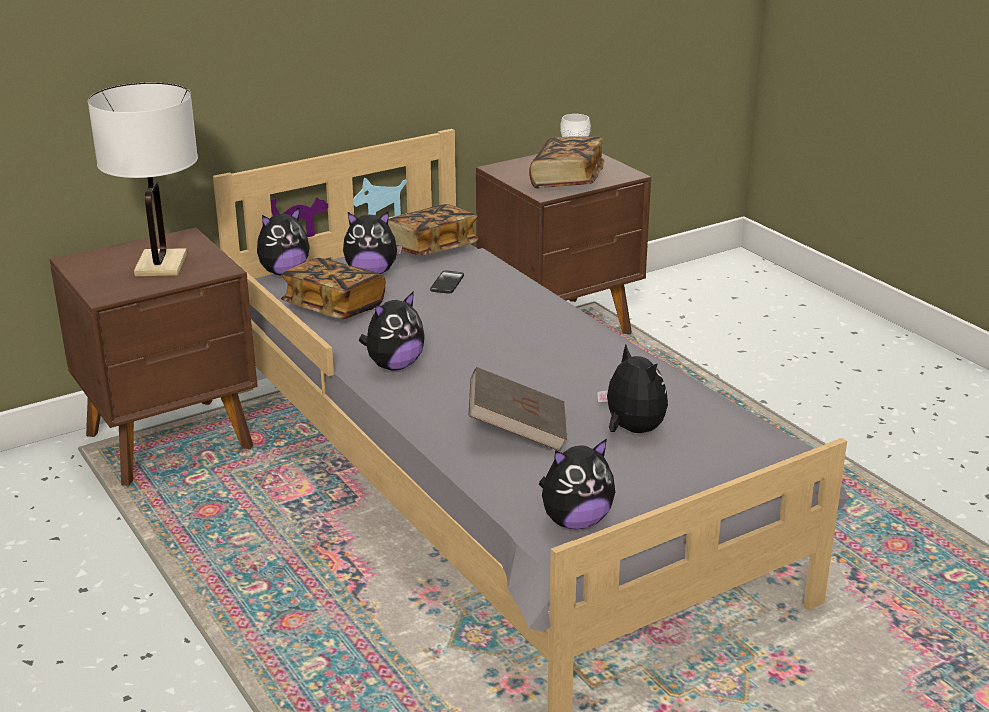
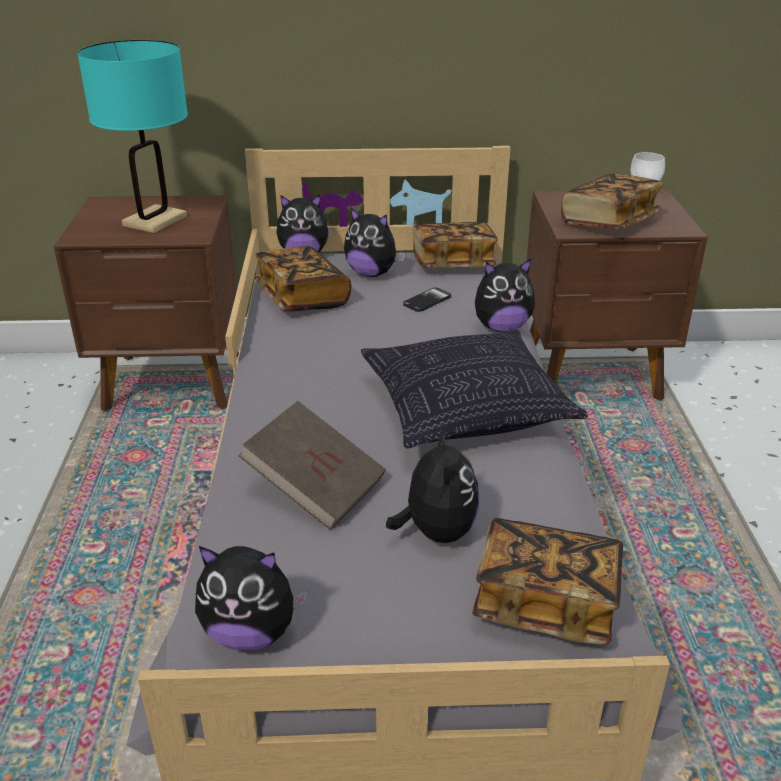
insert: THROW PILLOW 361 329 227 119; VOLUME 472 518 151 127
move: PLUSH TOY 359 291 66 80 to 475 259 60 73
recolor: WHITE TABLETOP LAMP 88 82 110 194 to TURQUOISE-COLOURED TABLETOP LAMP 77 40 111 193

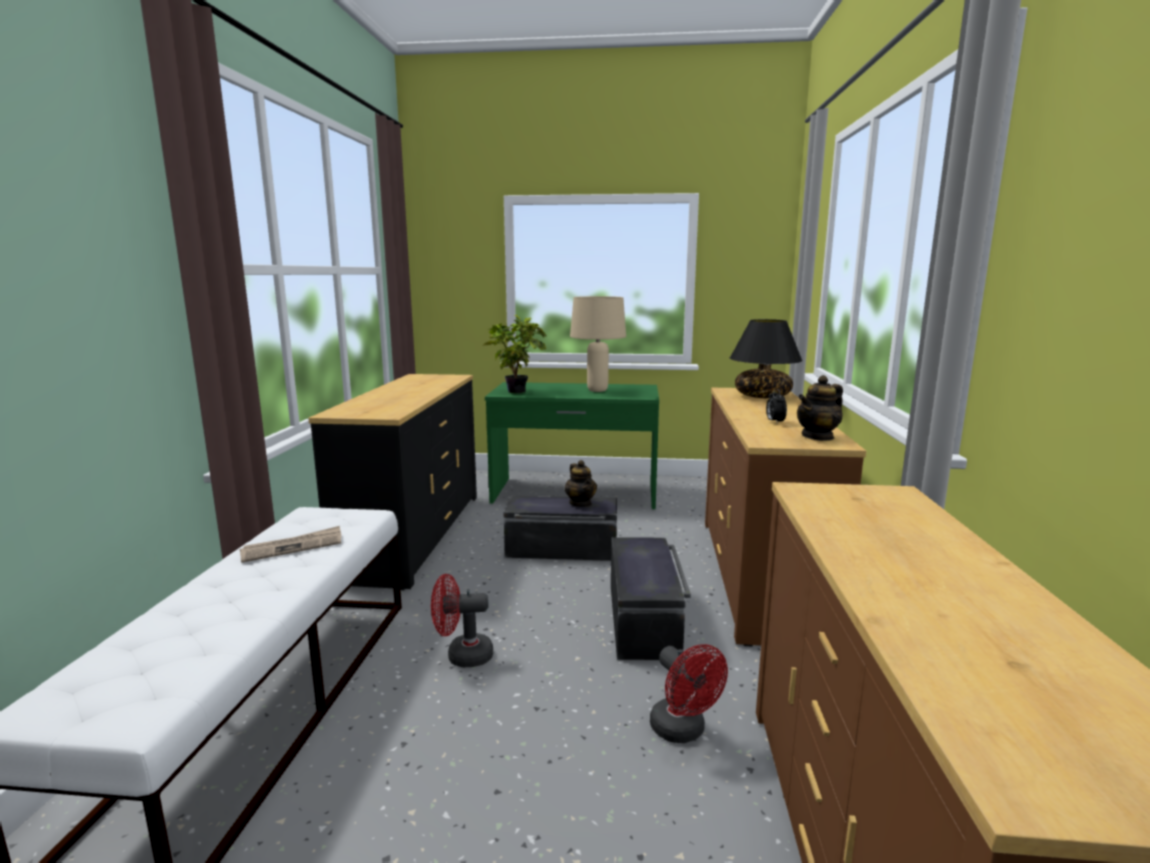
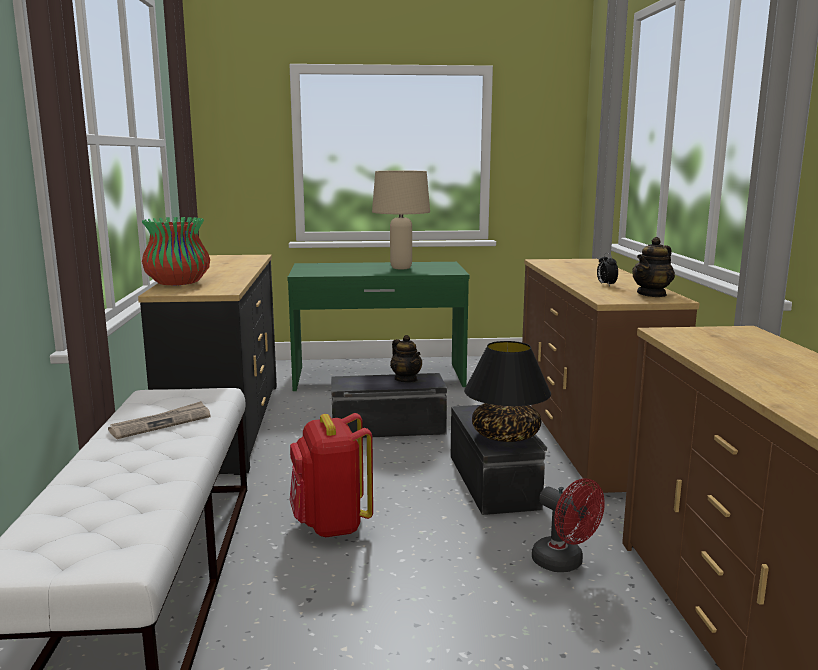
delete: POTTED PLANT 482 315 65 78
insert: FLOWER VASE 142 217 68 69
move: BLACKISH TABLETOP LAMP 730 319 72 79 to 464 341 87 101
replace: RED-COLOURED ELECTRIC FAN 431 574 62 93 to RED-COLOURED BACKPACK 290 413 83 124

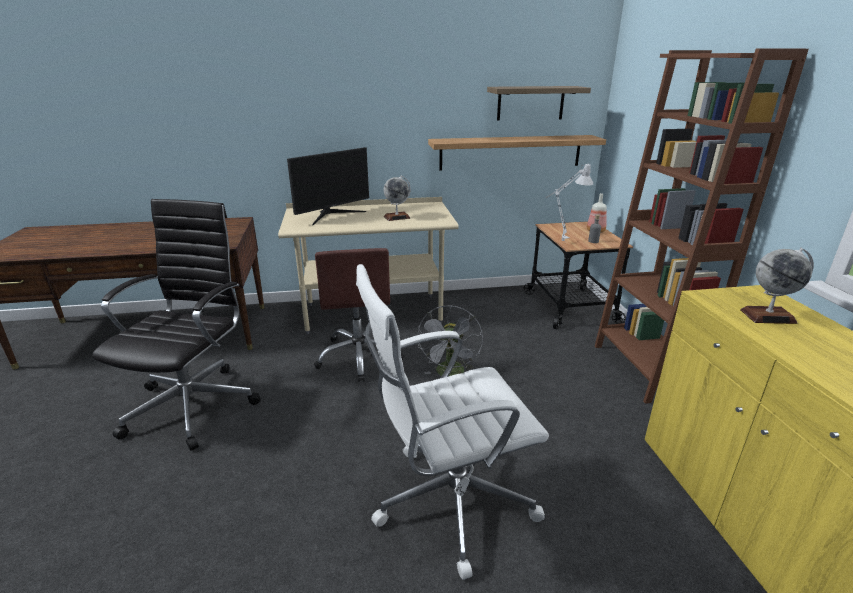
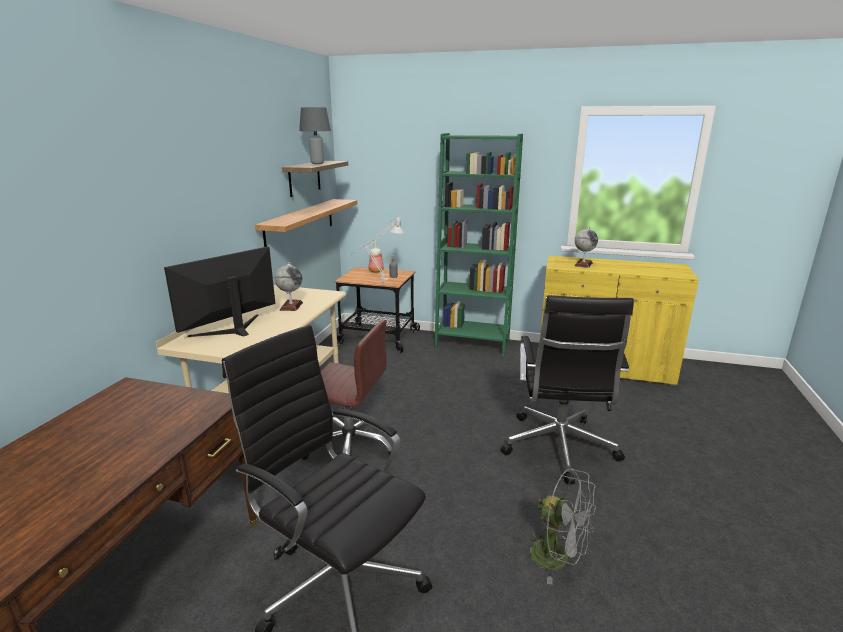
insert: GREYISH TABLETOP LAMP 299 107 32 57
move: GREYISH ELECTRIC FAN 417 305 66 72 to 524 468 73 117
recolor: BROWNISH BOOKCASE 594 48 214 356 to GREENISH BOOKCASE 434 133 89 224; WHITE COMPUTER CHAIR 356 264 193 316 to BLACKISH COMPUTER CHAIR 501 295 133 190
rotate: COMPUTER DISPLAY 287 147 82 78 = 164 247 111 90 120 degrees counterclockwise

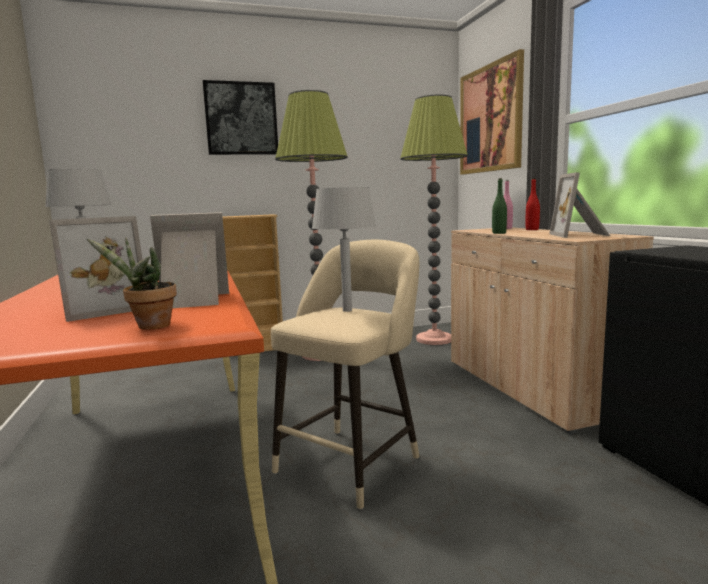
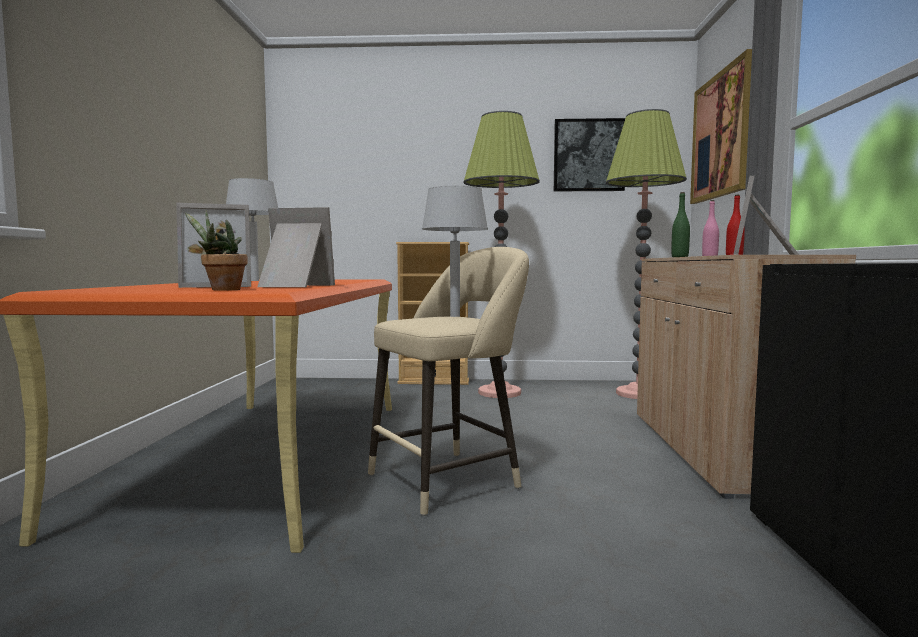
move: PICTURE 203 80 75 75 to 554 118 71 73

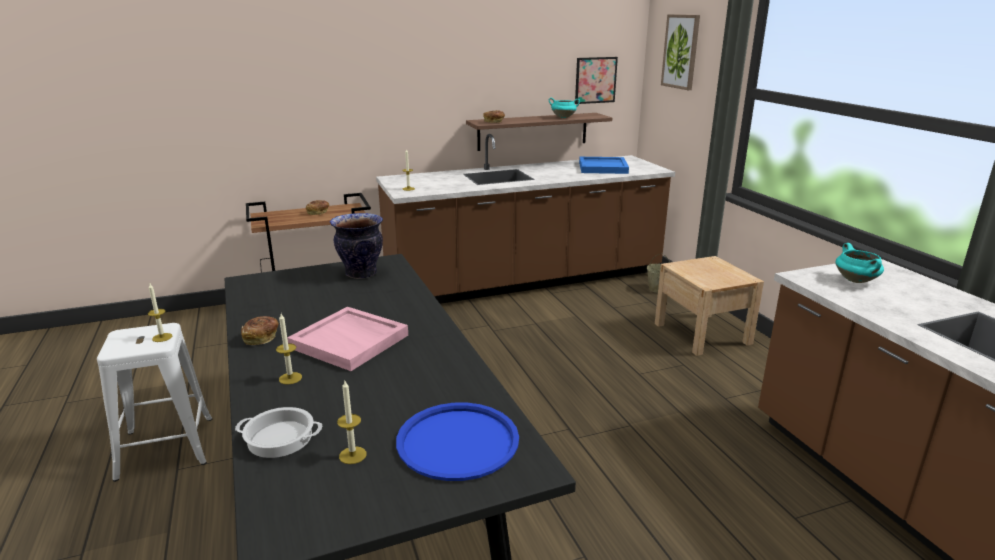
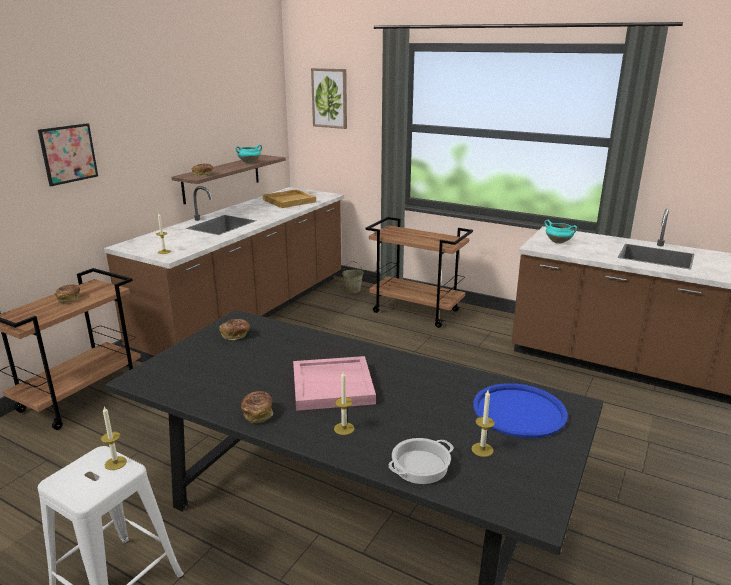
move: PICTURE 575 57 43 47 to 38 123 60 63
replace: FLOWER VASE 330 213 53 66 to BREAD 219 319 31 21; BEIGE-COLOURED NIGHTSTAND 655 256 109 100 to BROWNISH CART 365 217 108 111
recolor: BLUE-COLOURED CARRYING TRAY 579 157 50 17 to BEIGE-COLOURED CARRYING TRAY 263 189 53 19

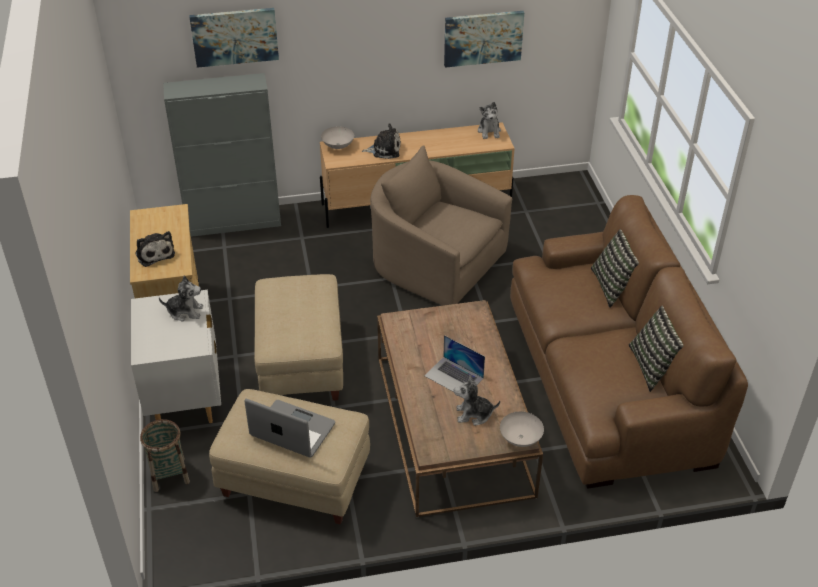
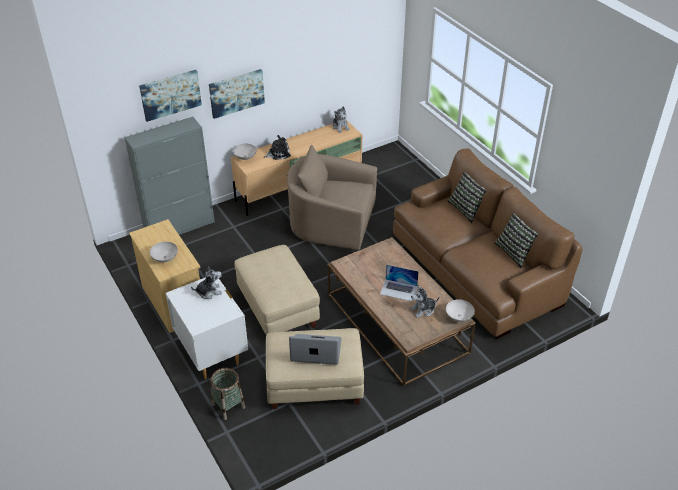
move: PICTURE 444 11 80 57 to 209 69 56 50
replace: PLUSH TOY 135 231 40 36 to WHITE SERVING BOWL 149 242 29 20

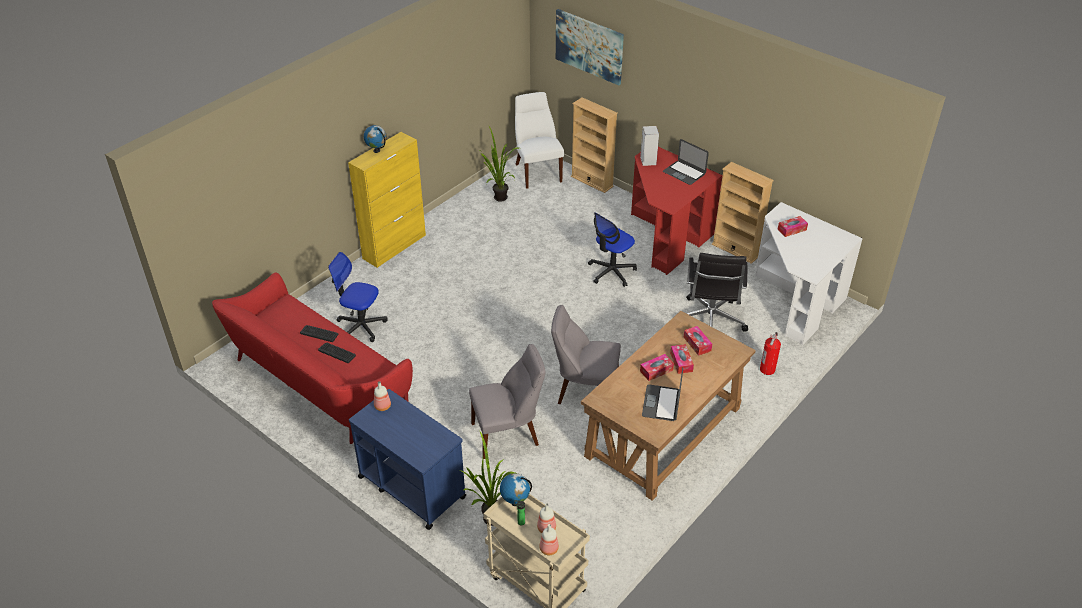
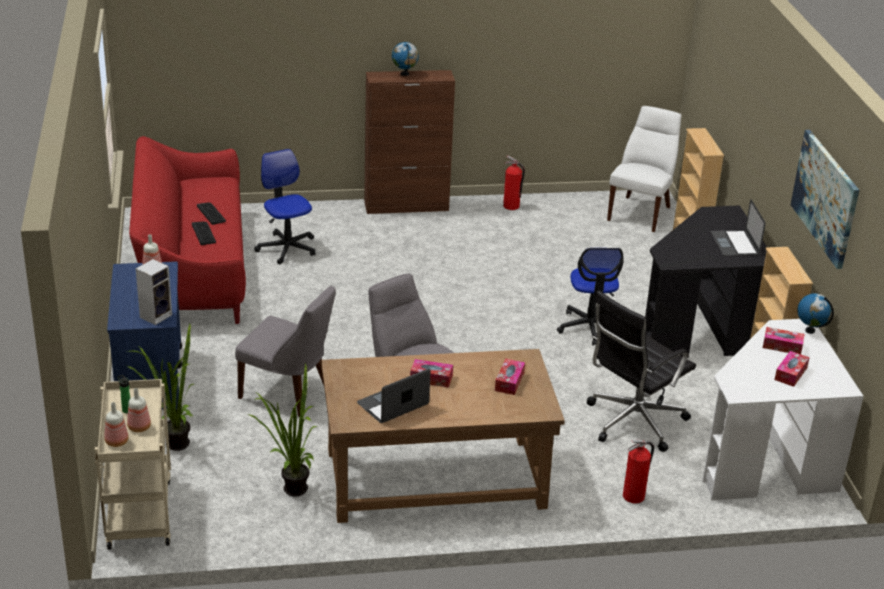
insert: FIRE EXTINGUISHER 503 155 22 55
move: PICTURE 556 9 68 76 to 791 130 68 139; POTTED PLANT 480 125 39 77 to 248 362 69 135; LOUDSPEAKER 640 126 19 40 to 136 259 36 66; TISSUE HOLDER 670 344 24 30 to 774 351 36 36; WORLD GLOBE 500 473 32 33 to 797 293 37 41
recolor: YELLOWISH STORAGE CABINET 348 132 78 136 to BROWNISH STORAGE CABINET 364 70 91 144; RED-COLOURED DESK UNIT 631 147 91 128 to BLACKISH DESK UNIT 645 205 122 153
rotate: COMPUTER CHAIR 588 212 49 75 = 557 248 66 98 90 degrees counterclockwise

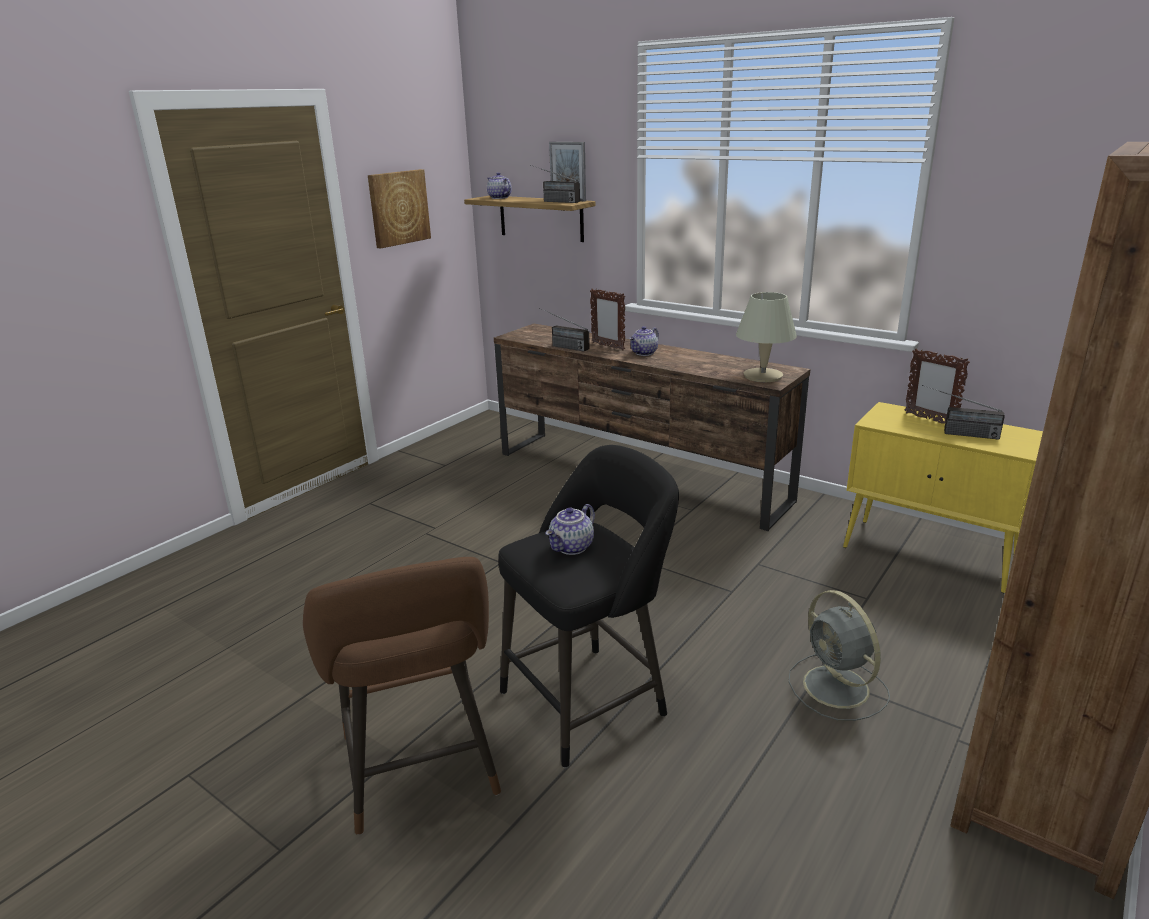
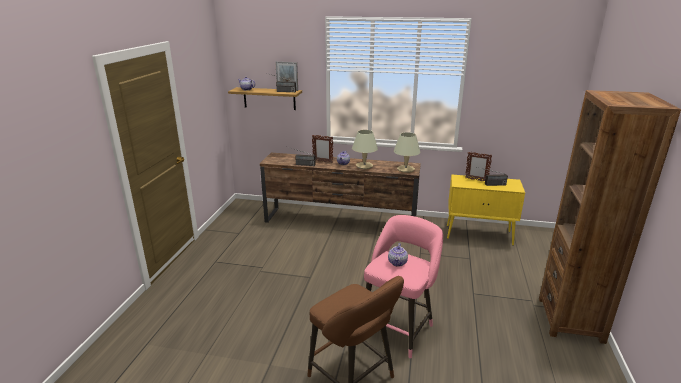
delete: PICTURE 368 169 63 80; GREYISH ELECTRIC FAN 788 590 102 131
insert: BEIGE-COLOURED TABLETOP LAMP 352 130 26 39
recolor: BLACKISH SITTING STOOL 498 445 181 323 to PINK SITTING STOOL 364 215 79 144

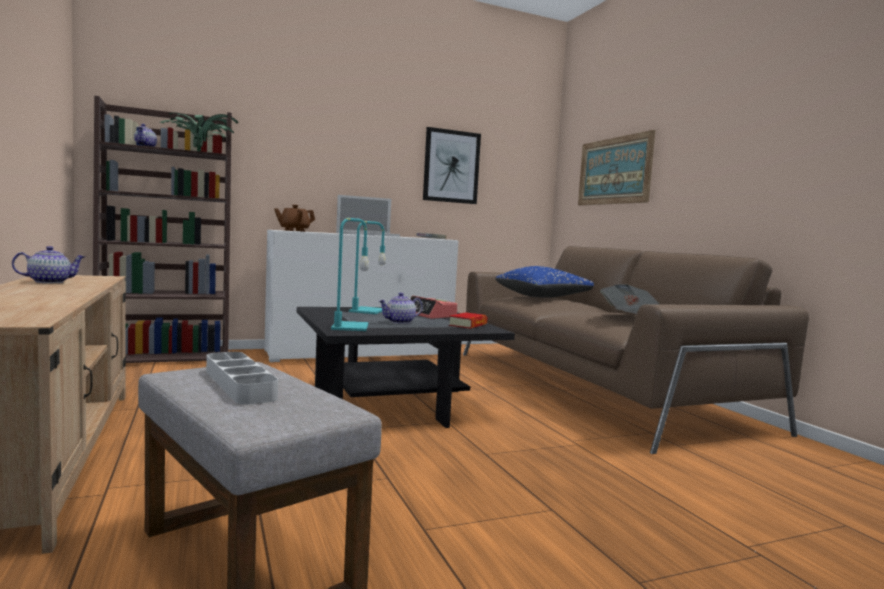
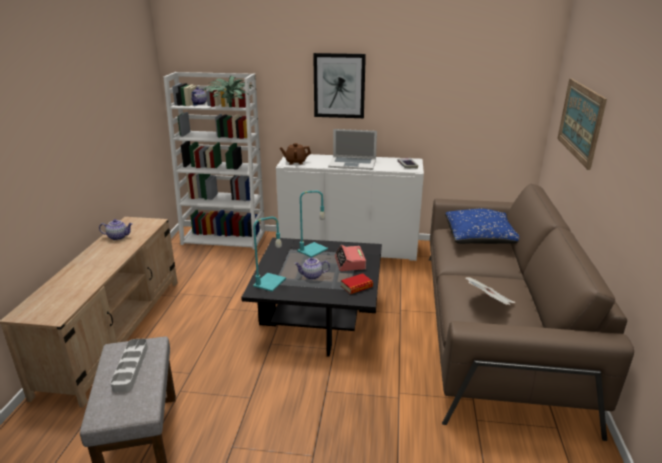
move: PICTURE 423 127 58 77 to 313 53 53 65
recolor: BROWNISH BOOKCASE 93 96 139 267 to WHITE BOOKCASE 164 72 101 178

